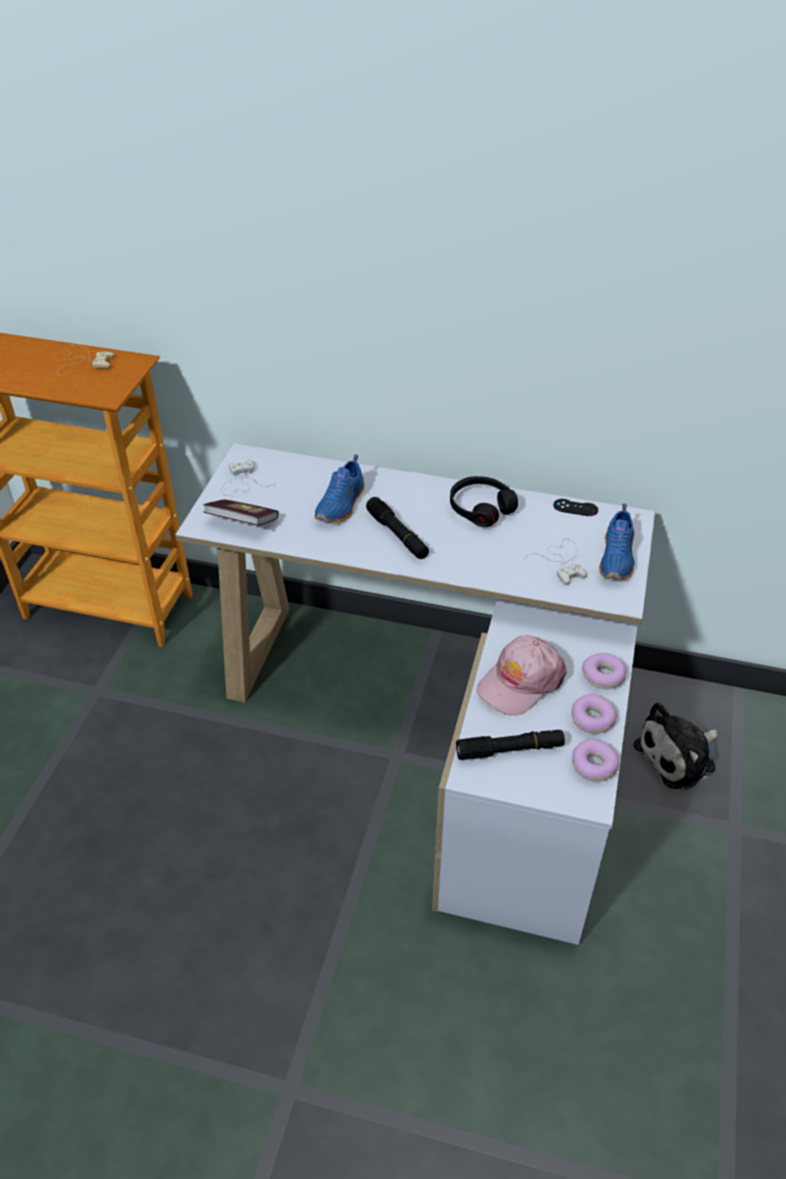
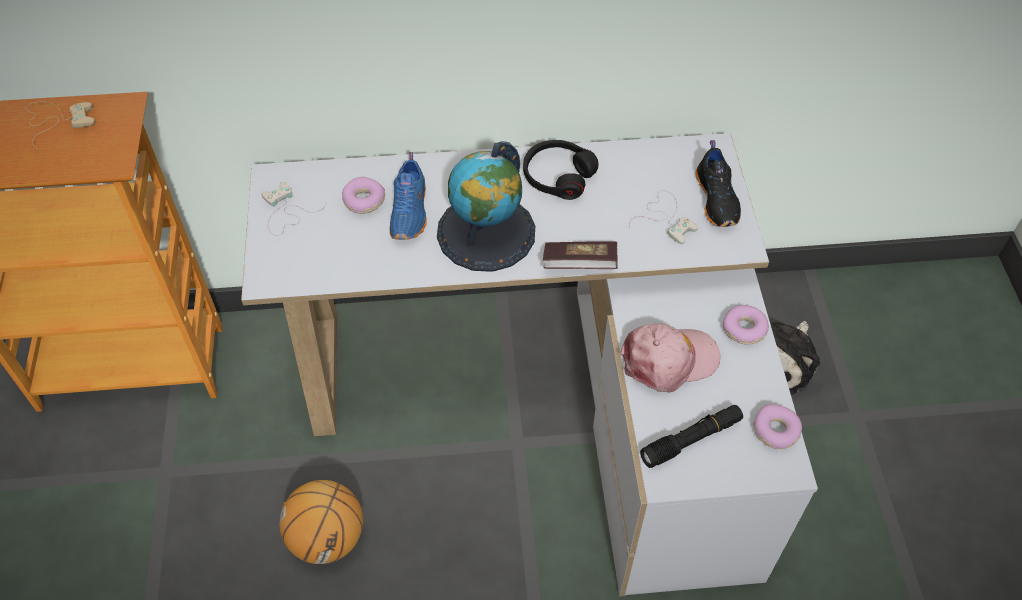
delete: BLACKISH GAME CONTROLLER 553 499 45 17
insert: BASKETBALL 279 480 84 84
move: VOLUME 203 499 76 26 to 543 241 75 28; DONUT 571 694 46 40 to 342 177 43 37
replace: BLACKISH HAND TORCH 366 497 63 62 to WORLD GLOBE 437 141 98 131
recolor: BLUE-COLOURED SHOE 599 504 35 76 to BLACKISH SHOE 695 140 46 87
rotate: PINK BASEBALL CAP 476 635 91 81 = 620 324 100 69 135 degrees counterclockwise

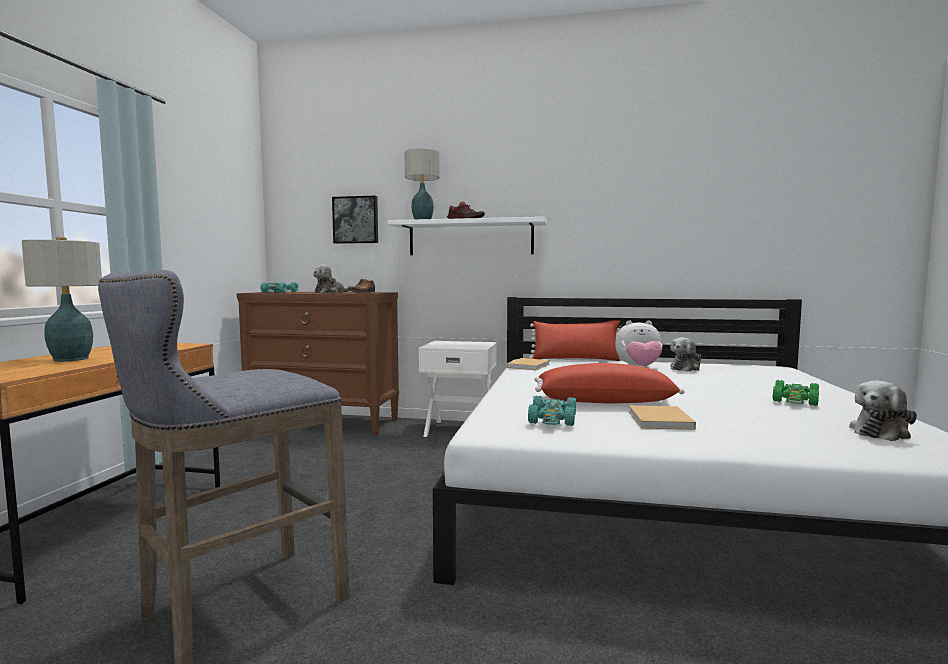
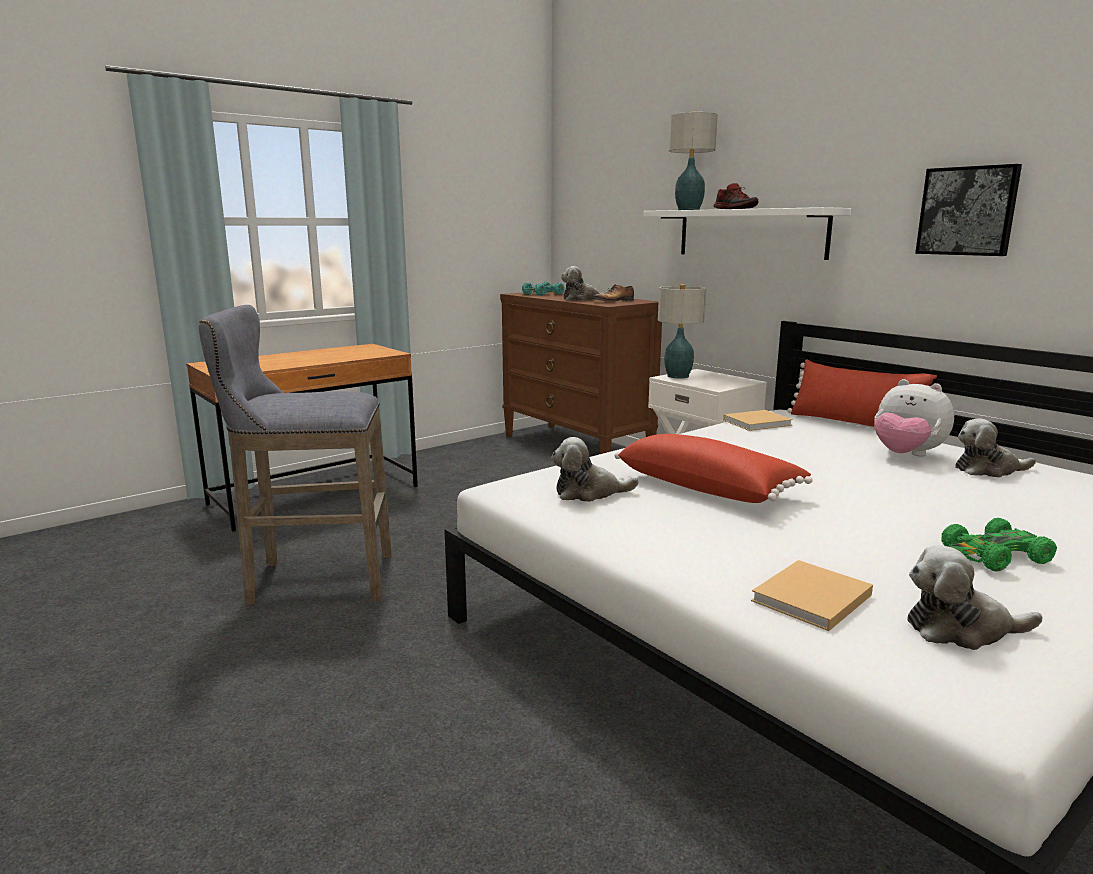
move: PICTURE 332 196 46 48 to 915 164 107 92; TABLETOP LAMP 22 237 80 125 to 658 284 48 94; BEIGE-COLOURED VOLUME 628 405 68 25 to 751 560 122 71
replace: TURQUOISE-COLOURED MINIATURE CAR 528 395 48 31 to PLUSH TOY 551 437 88 65

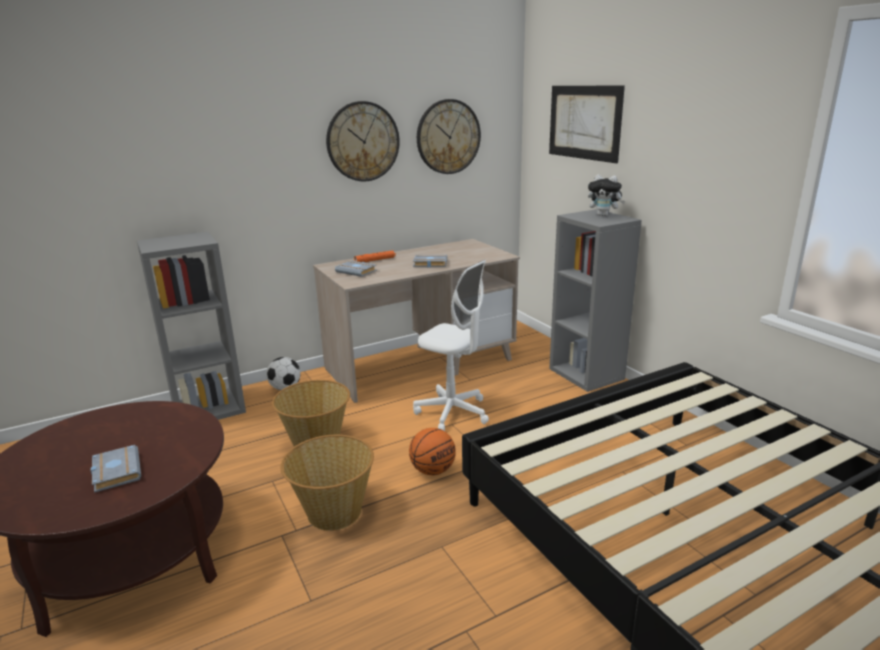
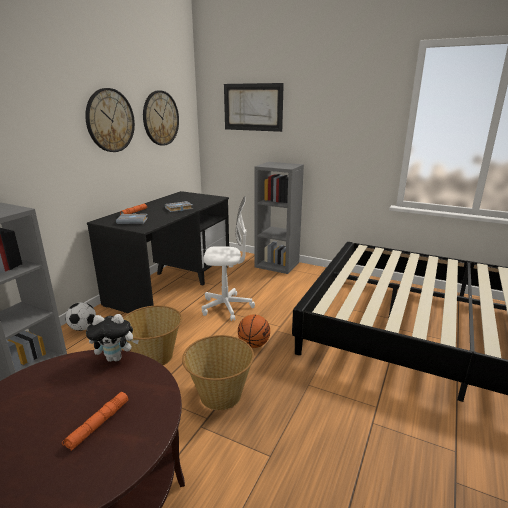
move: PLUSH TOY 588 175 37 41 to 86 314 53 48
replace: GREYISH VOLUME 91 445 50 48 to ORANGEY HAND TORCH 62 392 66 59
recolor: BEIGE-COLOURED DESK UNIT 313 239 207 164 to BLACKISH DESK UNIT 87 191 142 122

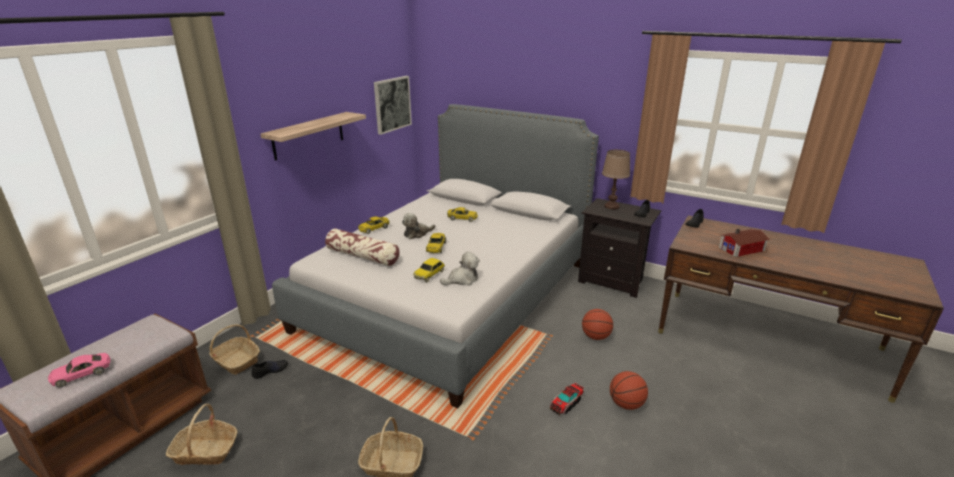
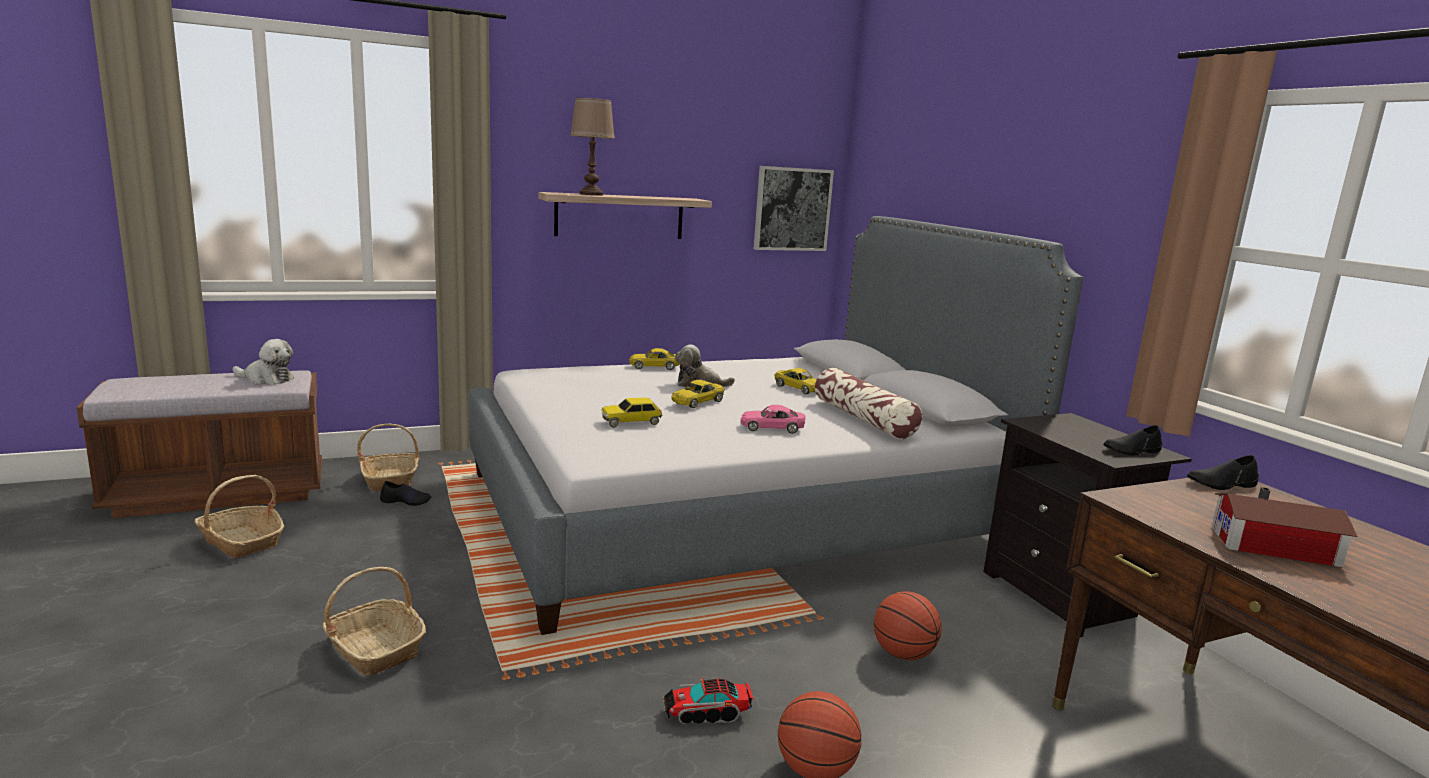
move: BROWNISH TABLETOP LAMP 602 150 28 59 to 570 98 45 97; THROW PILLOW 325 229 75 37 to 815 368 107 71; PLUSH TOY 440 252 40 34 to 233 339 61 46; PINK MINIATURE CAR 48 353 62 34 to 740 405 66 29

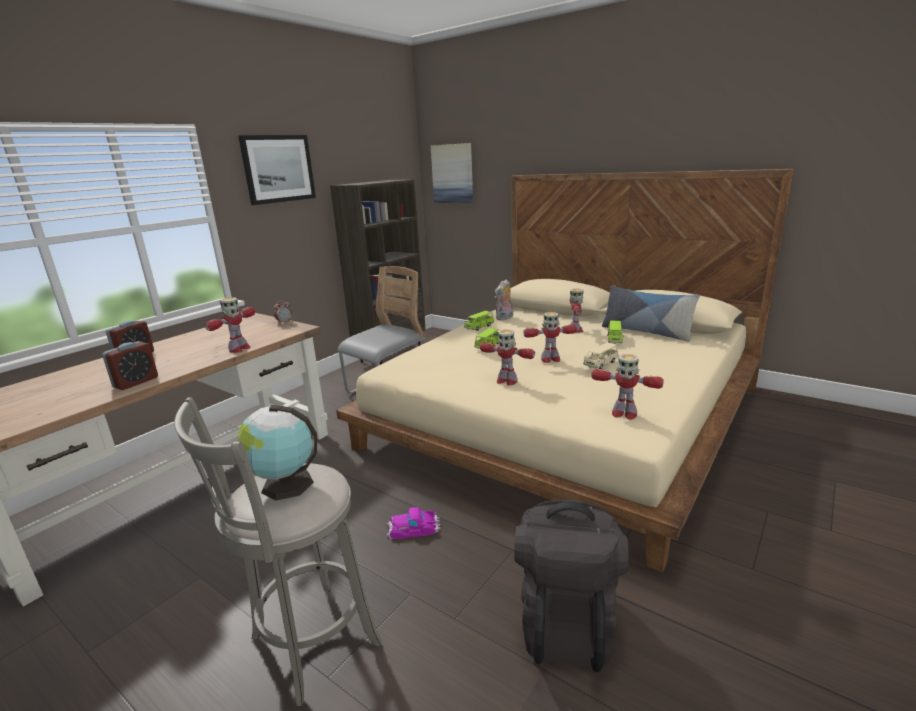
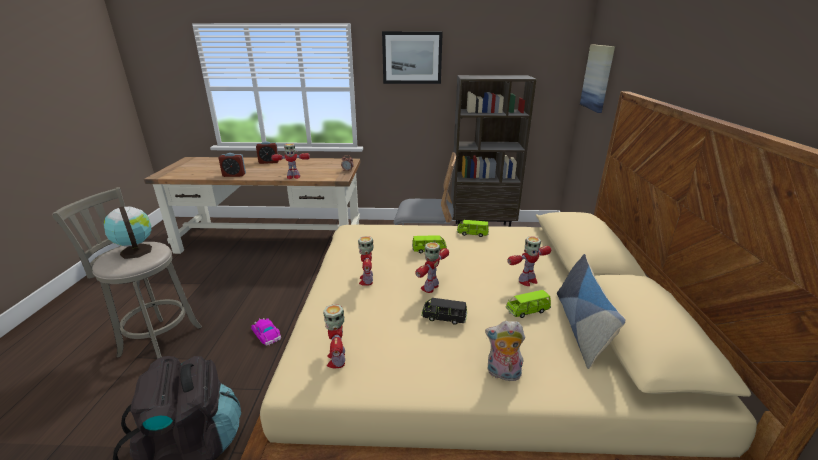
move: PLUSH TOY 495 279 18 41 to 485 321 40 60
recolor: BEIGE-COLOURED MINIATURE CAR 583 343 36 26 to BLACKISH MINIATURE CAR 421 298 46 27
rotate: TOY ROBOT 523 312 54 51 = 416 242 33 51 75 degrees clockwise

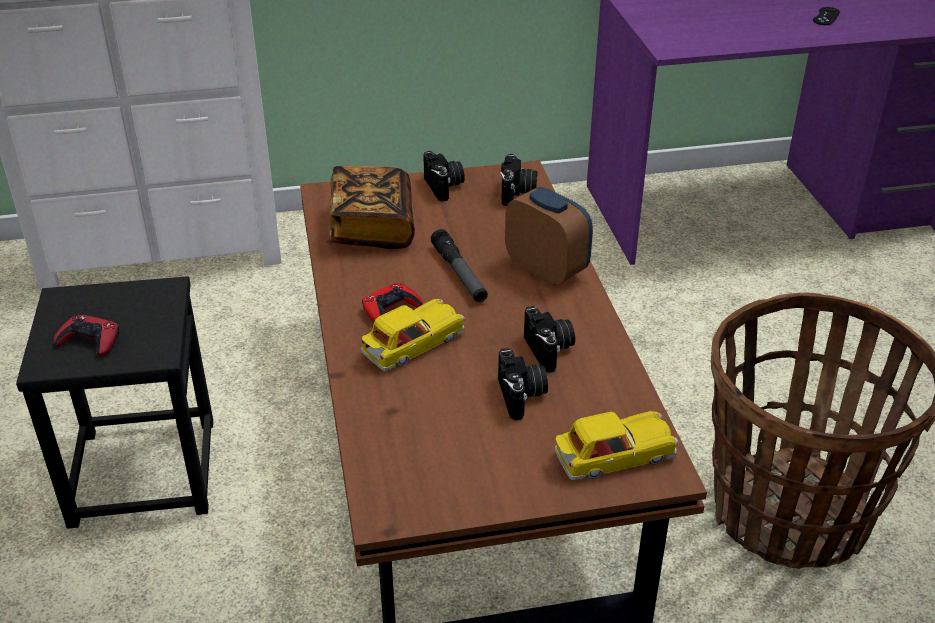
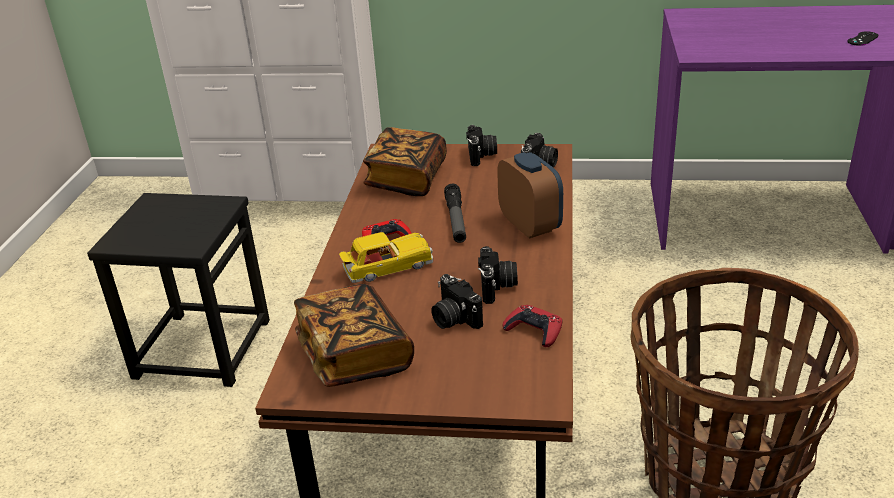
delete: MINIATURE CAR 555 411 124 69
insert: VOLUME 294 284 120 103
move: RED-COLOURED GAME CONTROLLER 54 315 65 42 to 503 305 60 42
rotate: PHOTO CAMERA 498 348 50 72 = 432 274 51 55 135 degrees clockwise

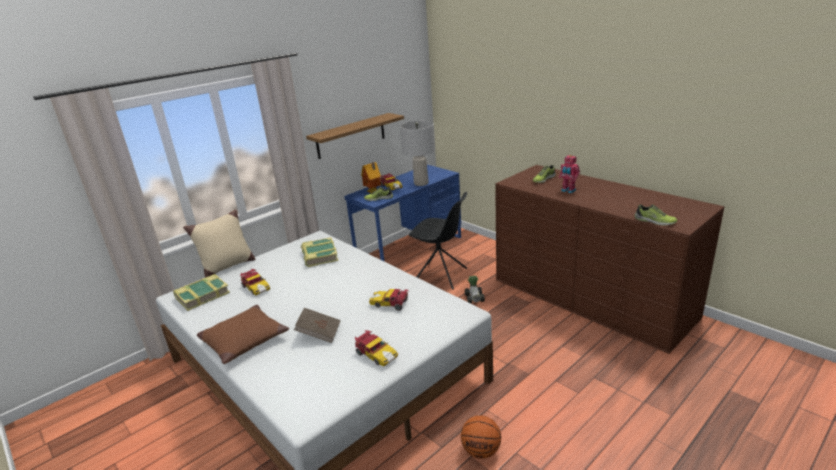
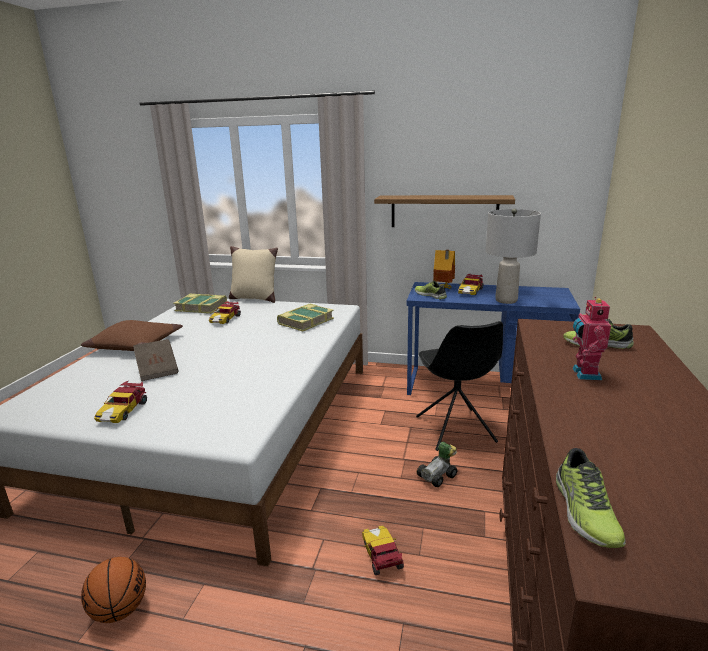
move: MINIATURE CAR 369 289 40 22 to 362 525 42 50

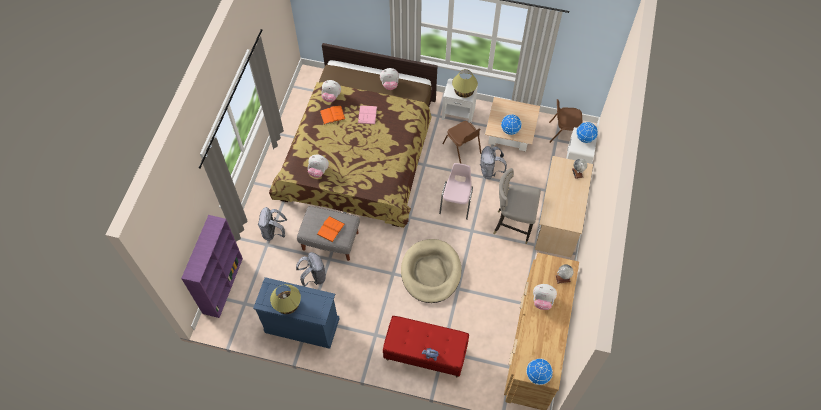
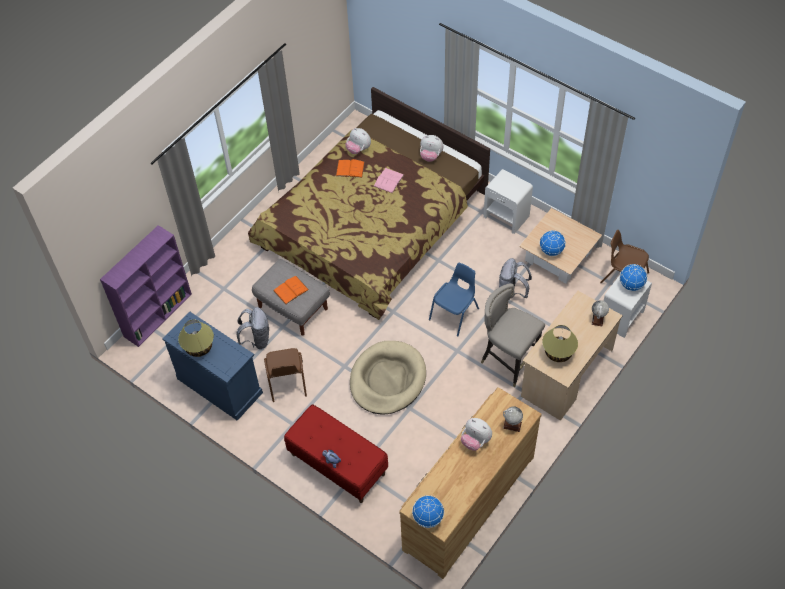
delete: PLUSH TOY 308 155 21 23; GREYISH BACKPACK 258 207 29 34
move: TABLETOP LAMP 452 69 26 29 to 542 325 36 37; BROWNISH CHAIR 442 121 39 43 to 264 348 43 54
recolor: PINK CHAIR 439 163 34 57 to BLUE-COLOURED CHAIR 429 263 50 74

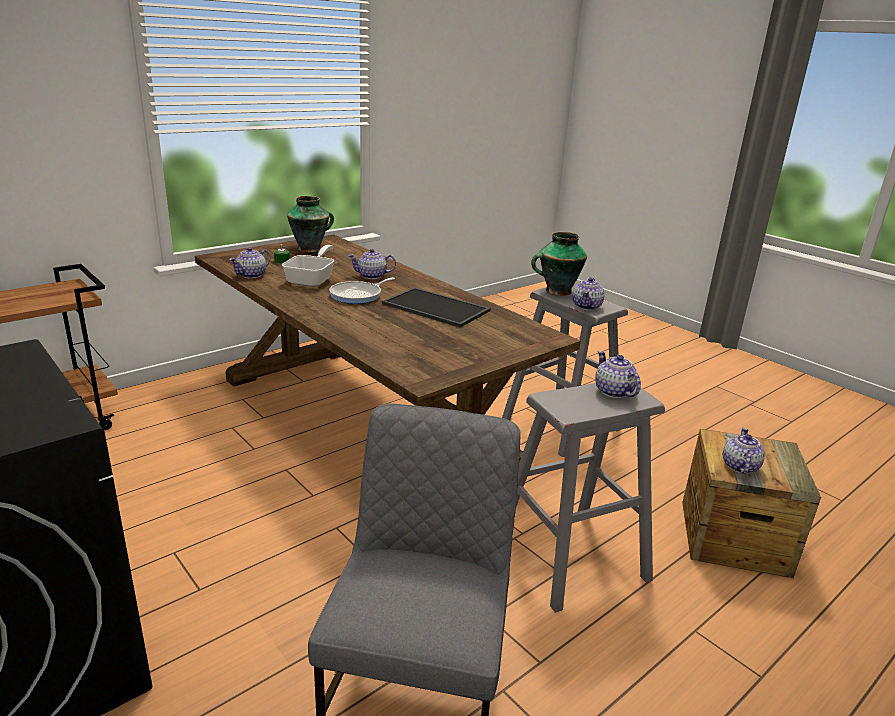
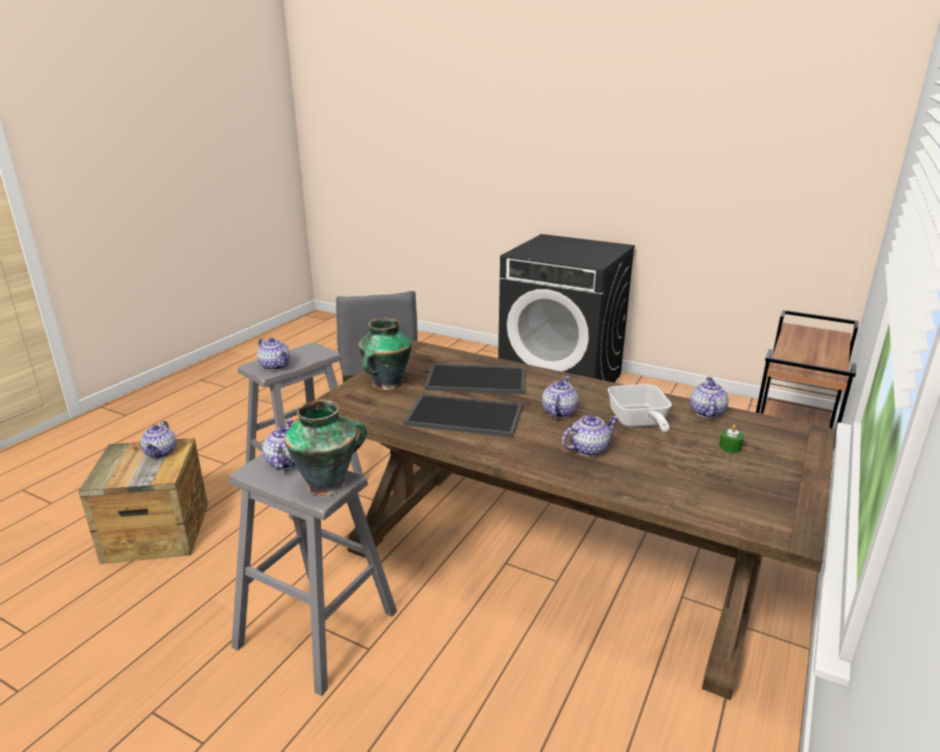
insert: CARRYING TRAY 425 363 100 31
move: FLOWER VASE 287 196 47 56 to 358 318 54 72
replace: PAN 329 277 66 27 to TEAPOT 542 377 37 41

